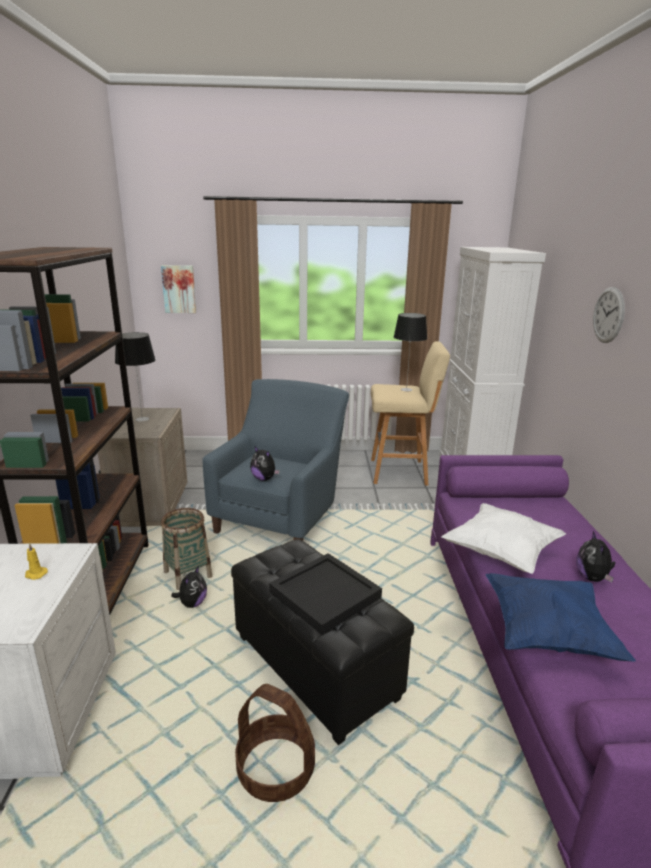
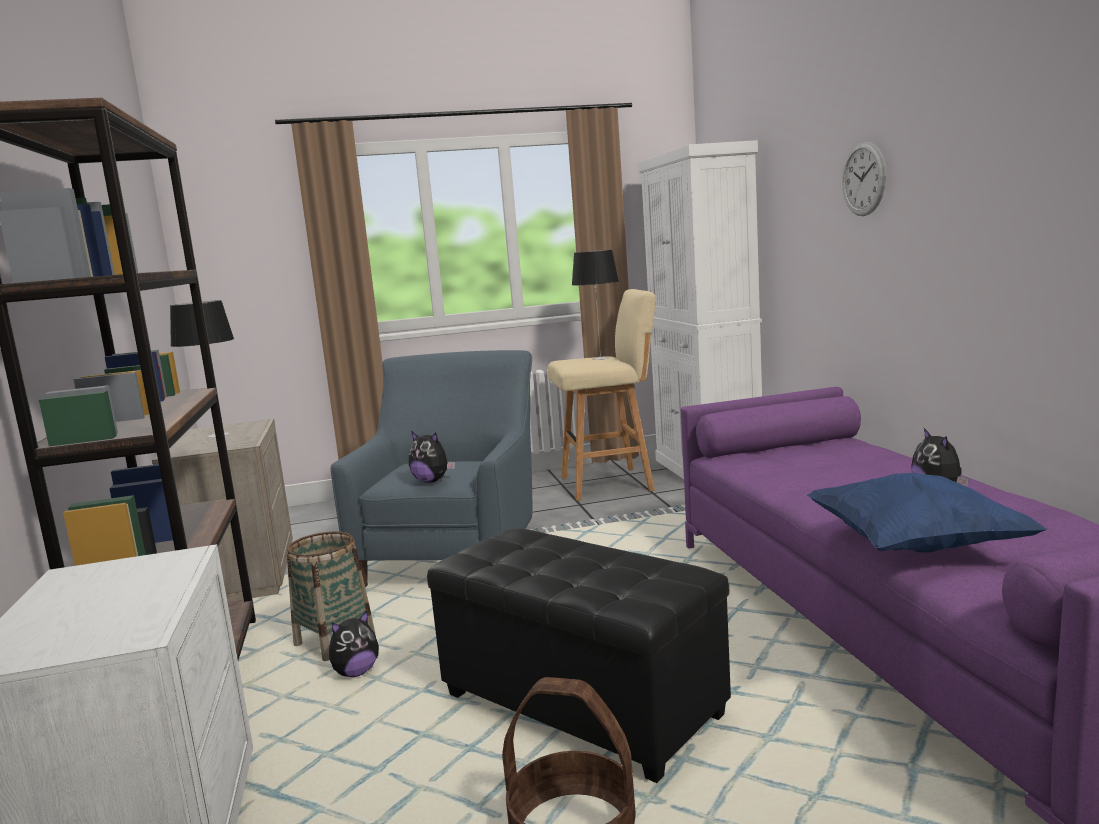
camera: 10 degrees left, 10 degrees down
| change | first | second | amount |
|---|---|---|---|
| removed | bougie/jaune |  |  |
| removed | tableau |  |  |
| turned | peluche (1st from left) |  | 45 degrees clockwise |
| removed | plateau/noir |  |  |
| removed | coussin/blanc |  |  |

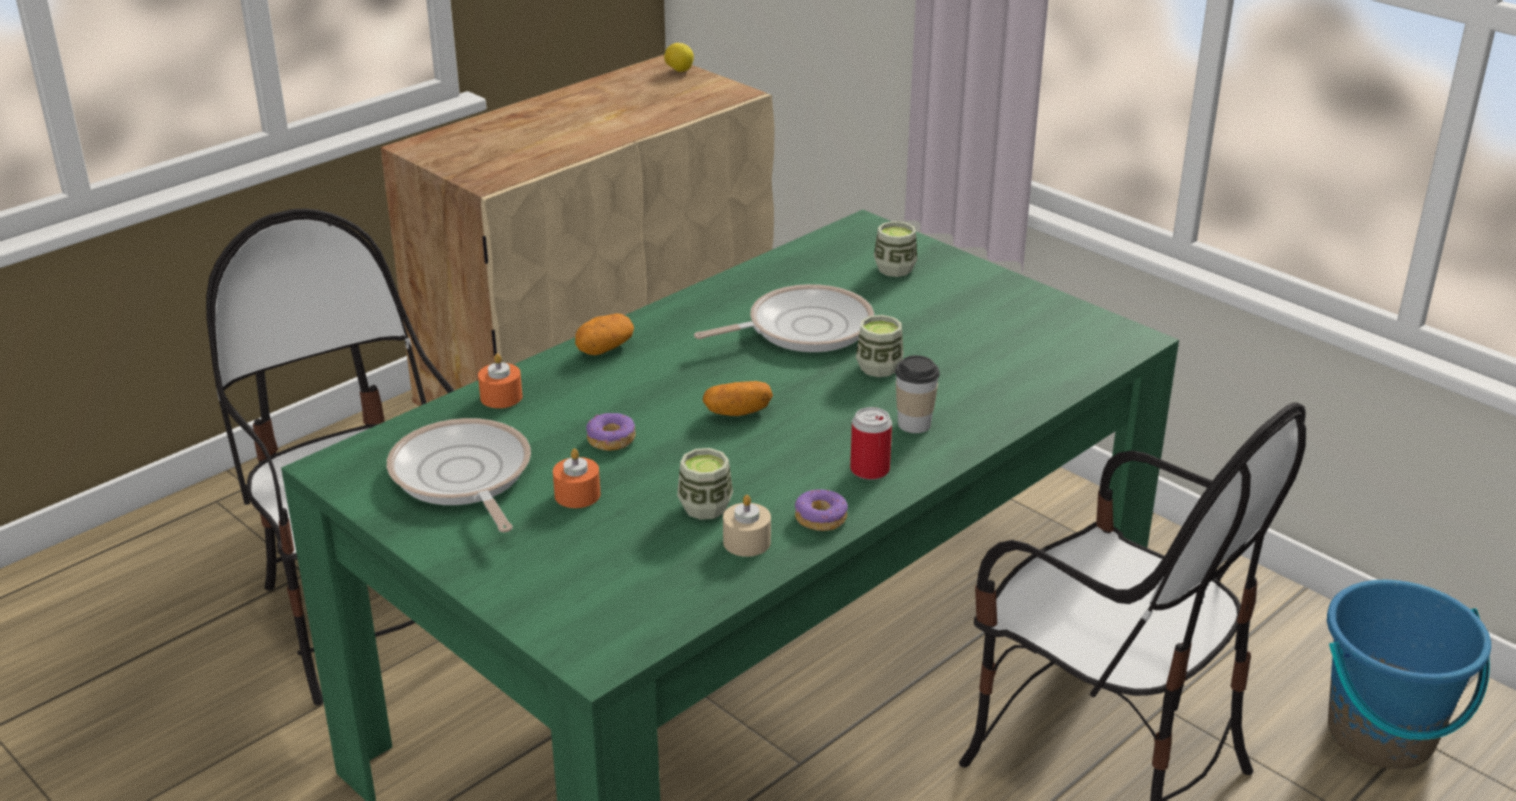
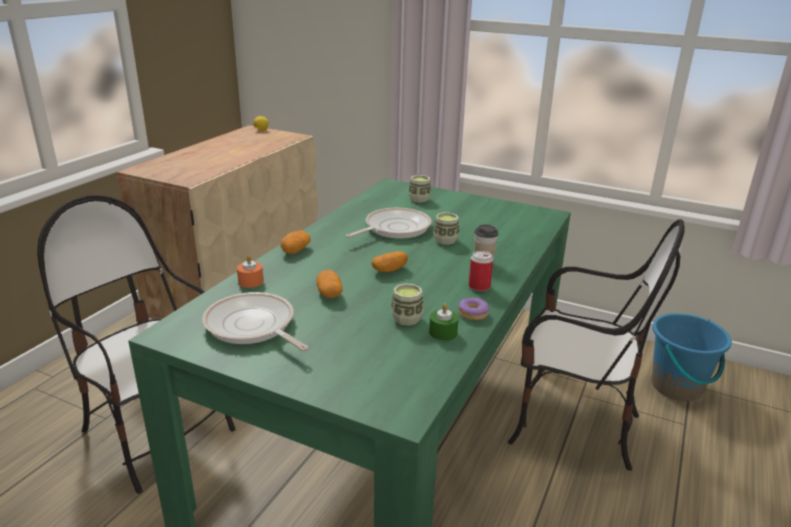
camera: 20 degrees left, 5 degrees down
| change | first | second | amount |
|---|---|---|---|
| removed | bougie/orange (2nd from left) |  |  |
| replaced | beignet (1st from left) | pomme de terre (2nd from left) |  |
| recoloured | bougie/beige | bougie/vert |  |

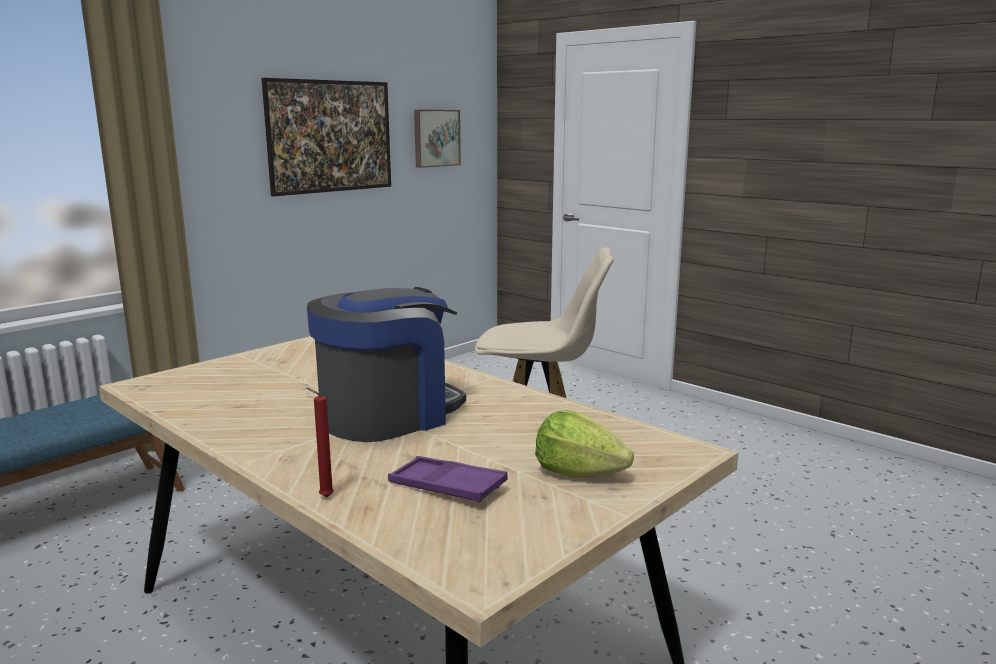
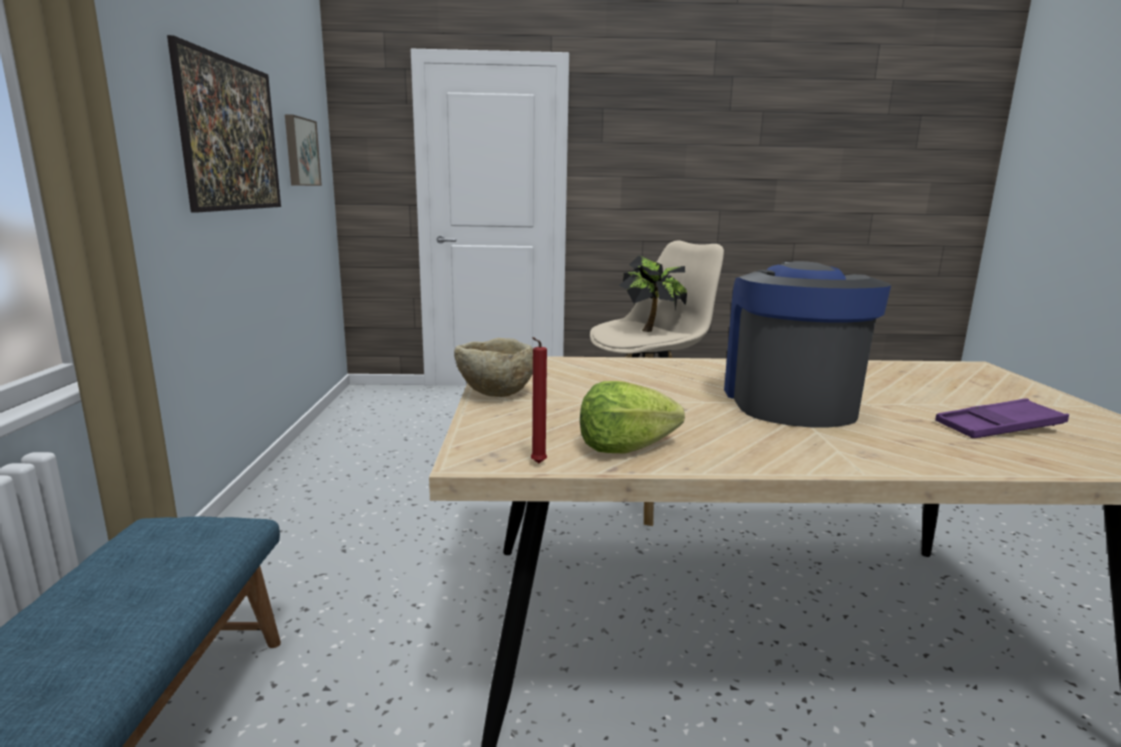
camera: 45 degrees left, 0 degrees up
| change | first | second | amount |
|---|---|---|---|
| moved | bougie/rouge |  |  |
| moved | laitue |  |  |
| added |  | bol/beige |  |
| added |  | plante en pot |  |

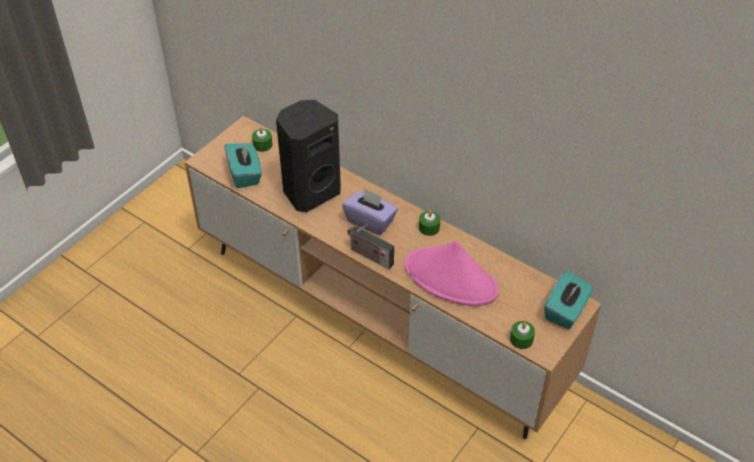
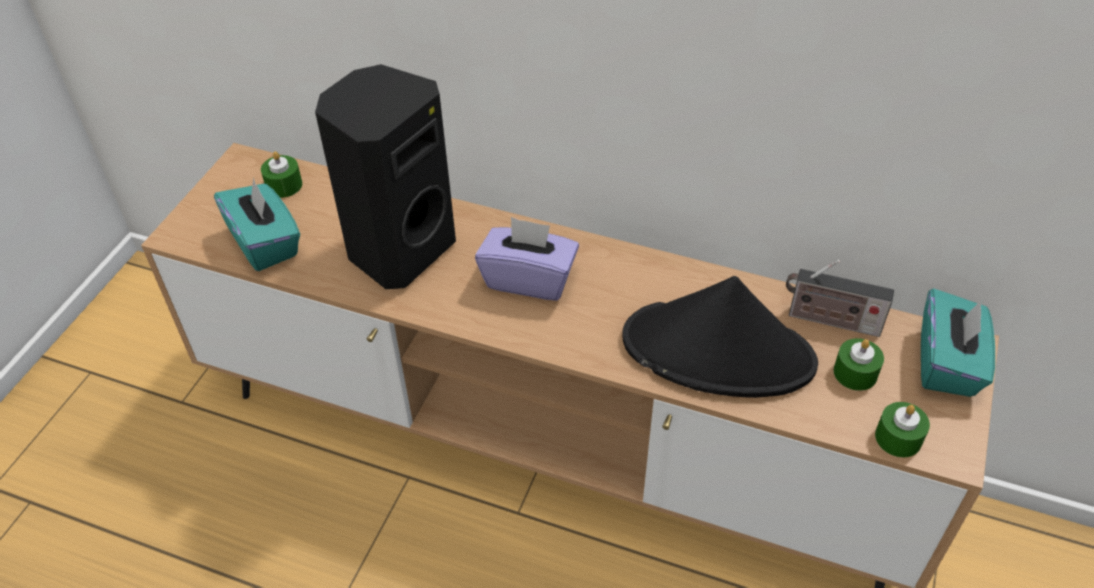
camera: 15 degrees left, 0 degrees up
| change | first | second | amount |
|---|---|---|---|
| moved | radio |  |  |
| recoloured | chapeau/rose | chapeau/noir |  |
| moved | bougie/vert (2nd from left) |  |  |

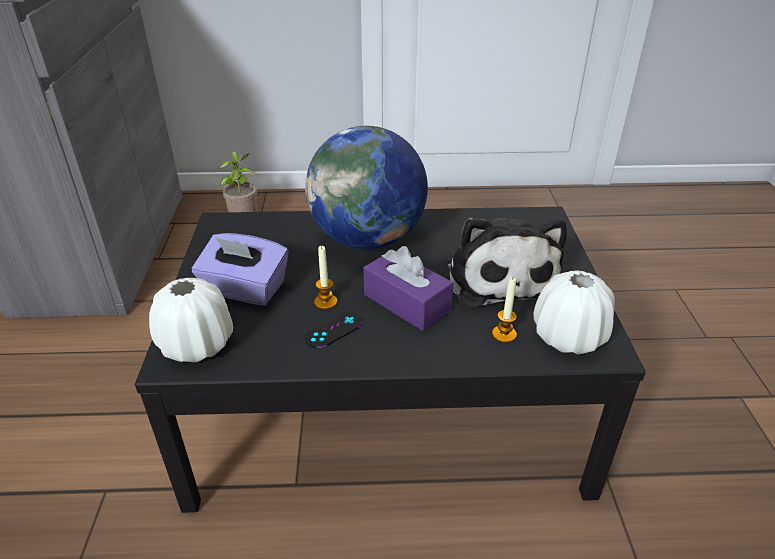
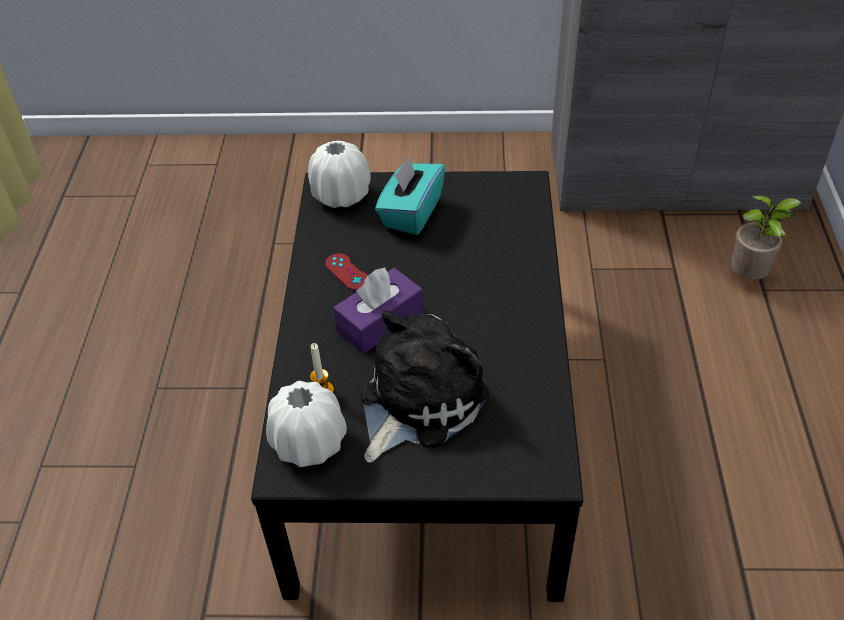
camera: 95 degrees right, 10 degrees up
| change | first | second | amount |
|---|---|---|---|
| recoloured | boîte à mouchoirs/violet (1st from left) | boîte à mouchoirs/turquoise |  |
| removed | globe |  |  |
| recoloured | manette/noir | manette/rouge |  |
| removed | bougie (1st from left) |  |  |
| turned | peluche |  | 135 degrees clockwise |

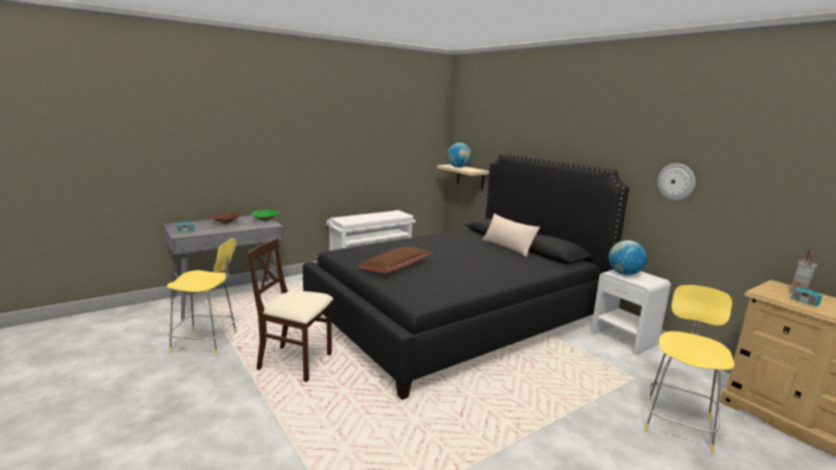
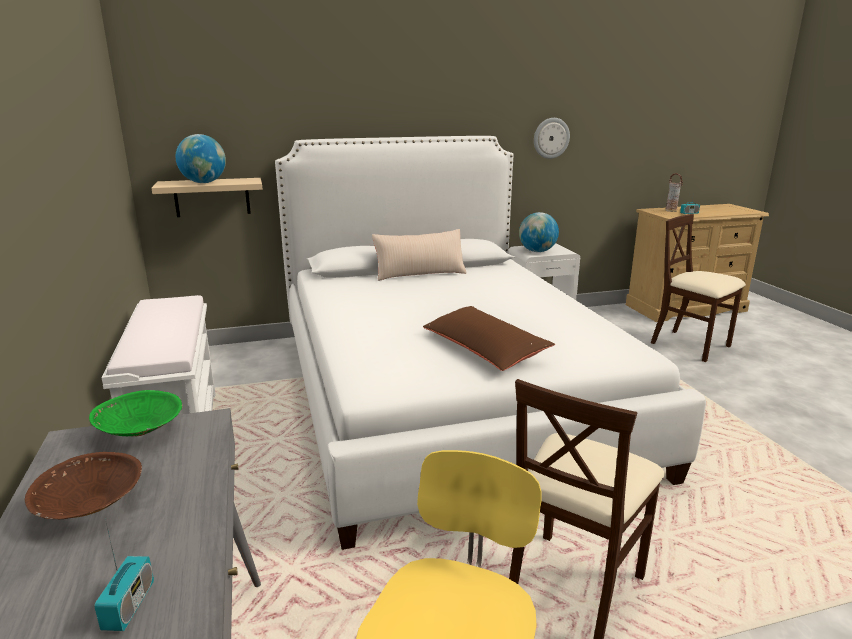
camera: 70 degrees left, 5 degrees up
| change | first | second | amount |
|---|---|---|---|
| recoloured | lit/noir | lit/blanc |  |
| replaced | tabouret/jaune (2nd from left) | chaise/beige (2nd from left) |  |

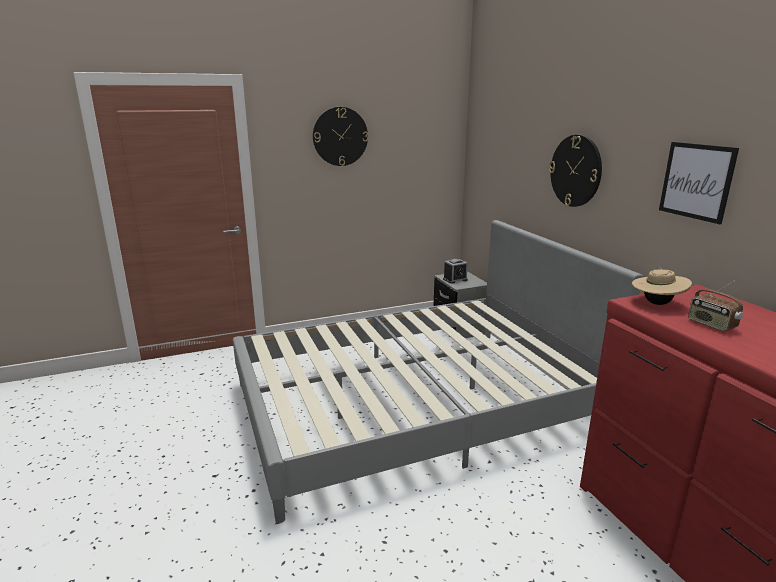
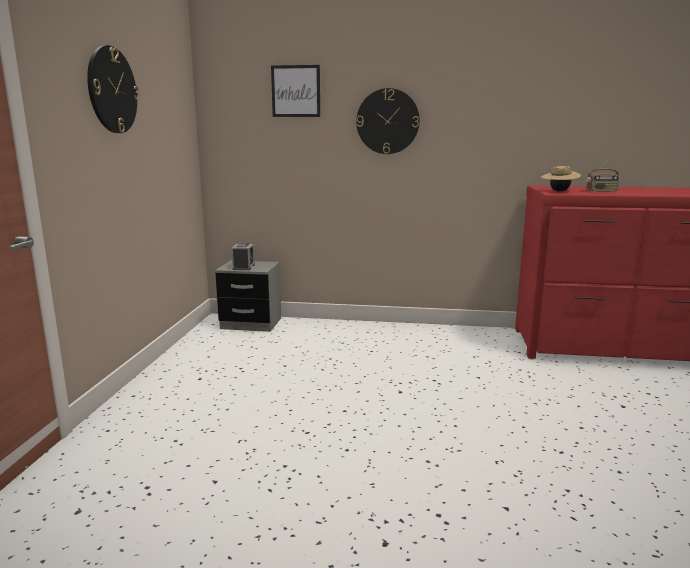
camera: 60 degrees left, 5 degrees down
| change | first | second | amount |
|---|---|---|---|
| removed | lit/gris |  |  |
| moved | tableau |  |  |

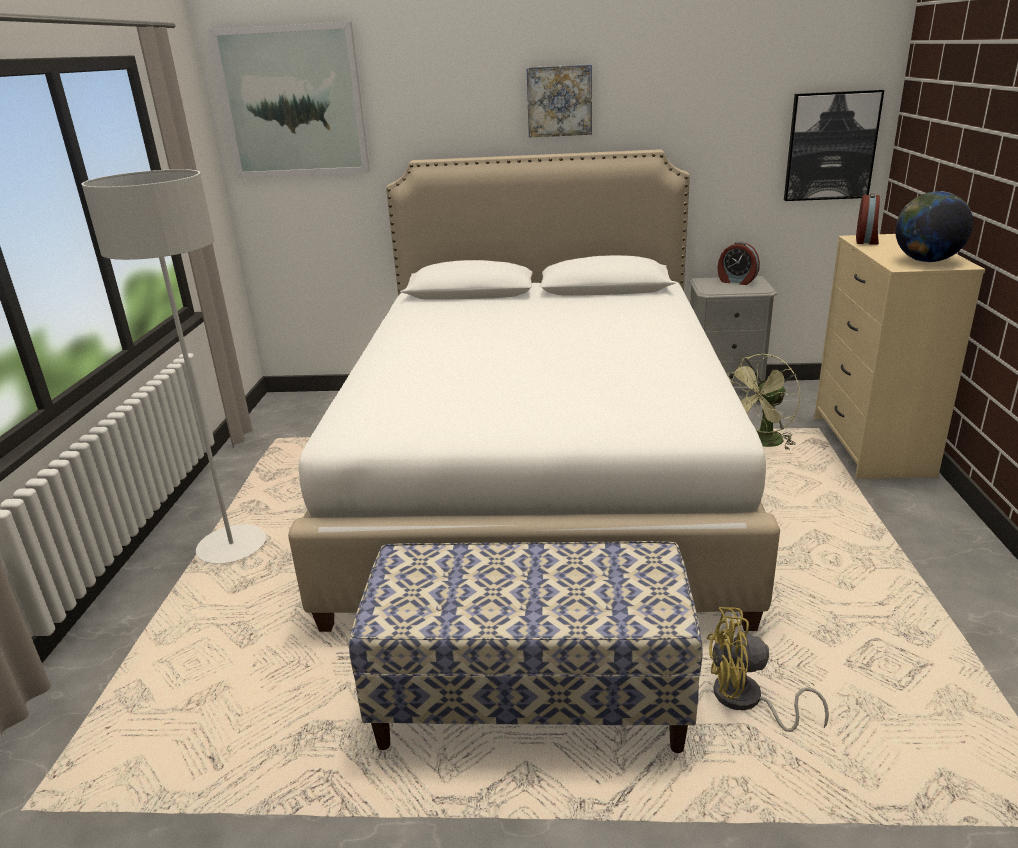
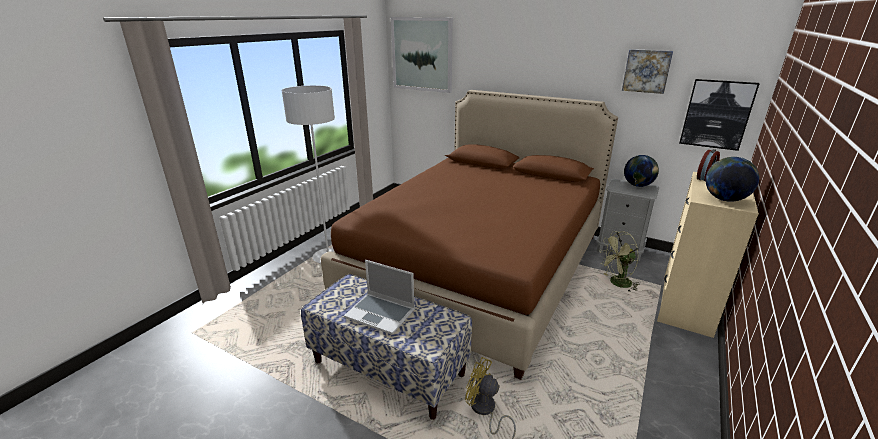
camera: 25 degrees right, 0 degrees up
| change | first | second | amount |
|---|---|---|---|
| recoloured | lit/blanc | lit/marron |  |
| moved | tableau (2nd from left) |  |  |
| replaced | réveil (1st from left) | globe (1st from left) |  |
| added |  | ordinateur portable |  |

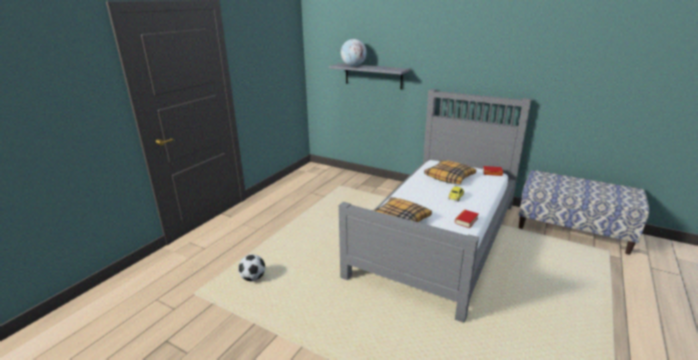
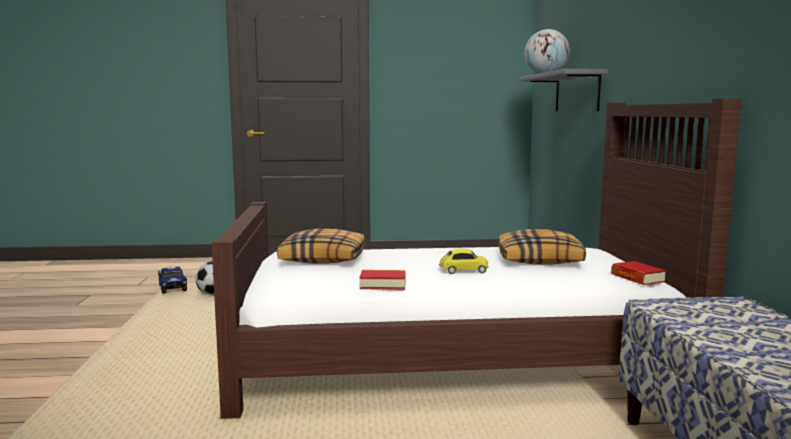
camera: 55 degrees right, 15 degrees down
| change | first | second | amount |
|---|---|---|---|
| recoloured | lit/gris | lit/marron |  |
| added |  | camion jouet |  |

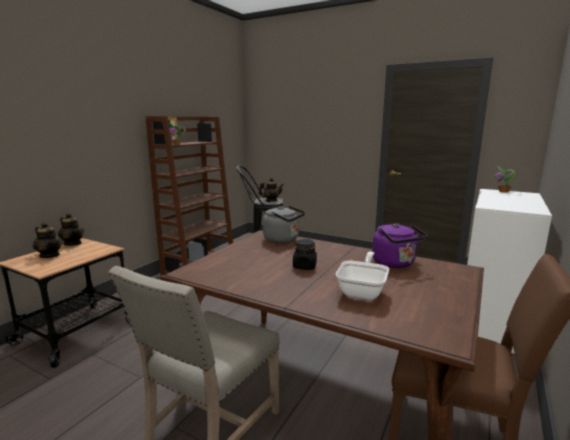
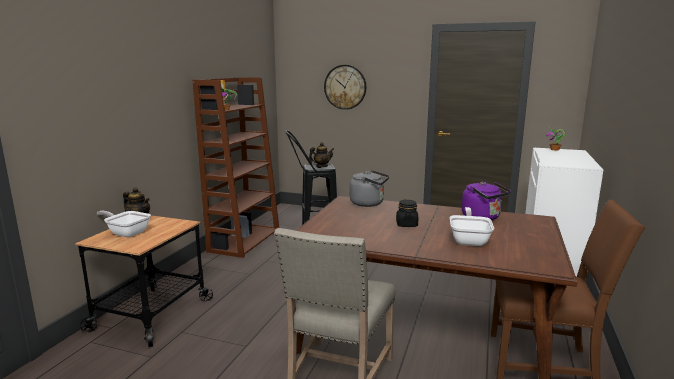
camera: 10 degrees left, 0 degrees up
| change | first | second | amount |
|---|---|---|---|
| replaced | théière (1st from left) | poêle (1st from left) |  |
| added |  | horloge murale |  |

